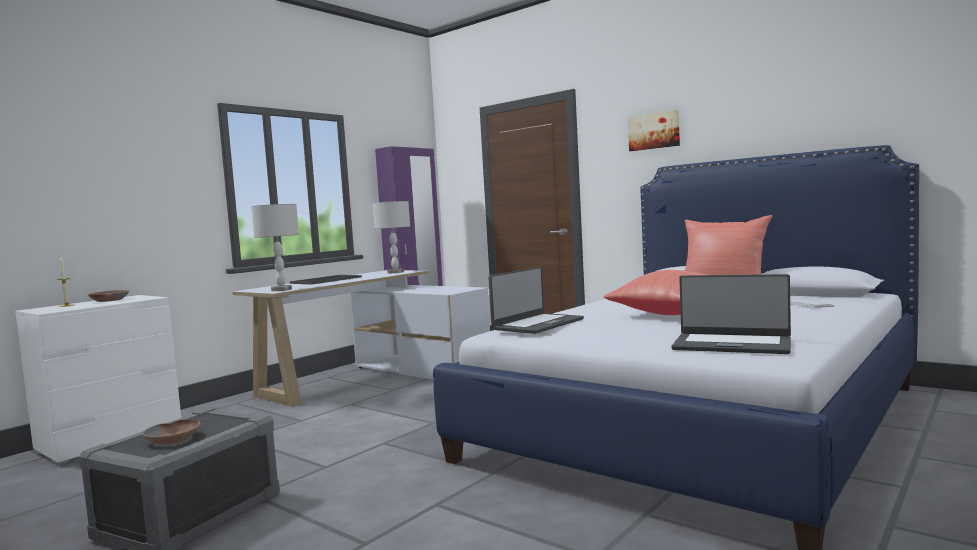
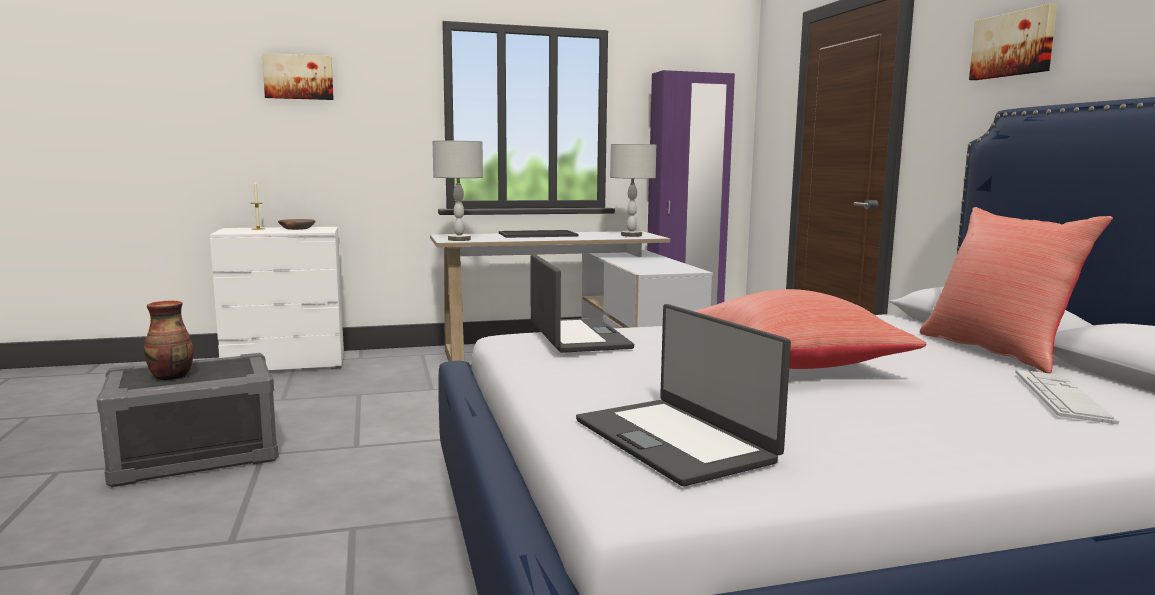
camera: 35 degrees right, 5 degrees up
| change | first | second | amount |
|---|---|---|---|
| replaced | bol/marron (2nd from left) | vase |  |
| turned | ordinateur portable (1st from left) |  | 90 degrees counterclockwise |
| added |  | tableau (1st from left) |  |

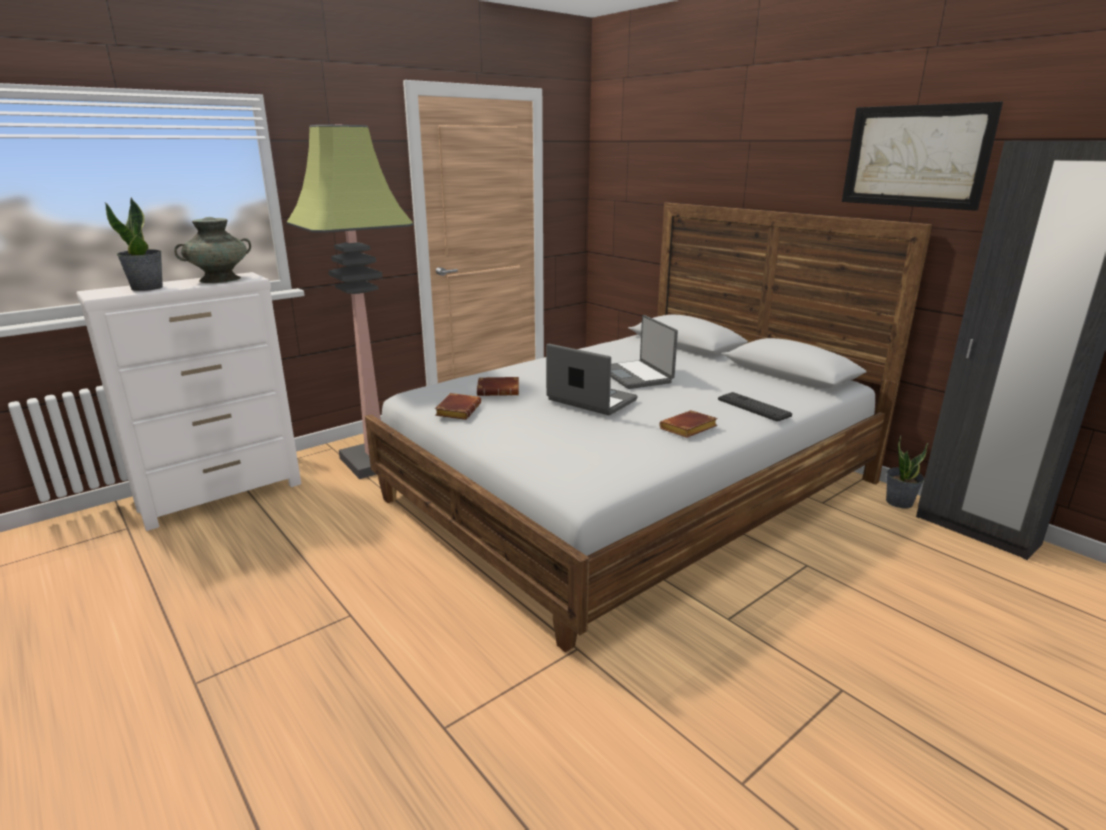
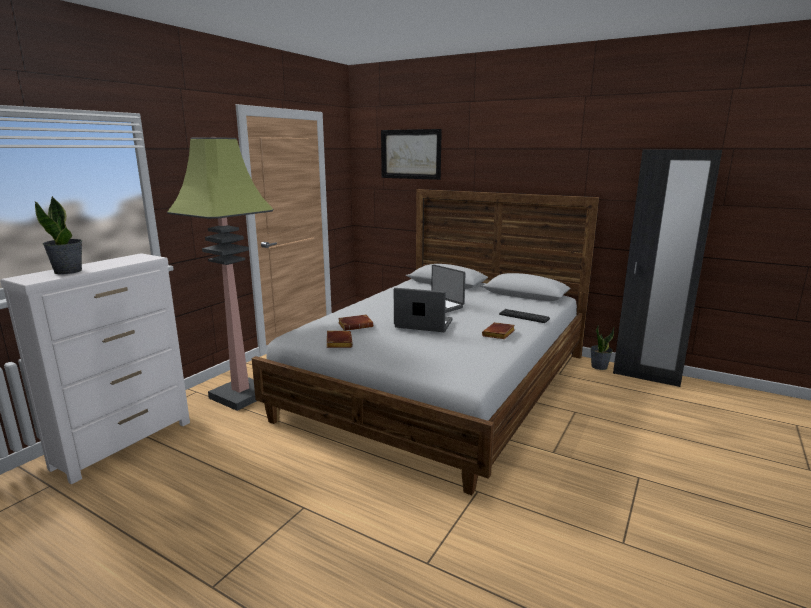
camera: 20 degrees left, 5 degrees down
| change | first | second | amount |
|---|---|---|---|
| removed | vase/turquoise |  |  |
| moved | tableau |  |  |

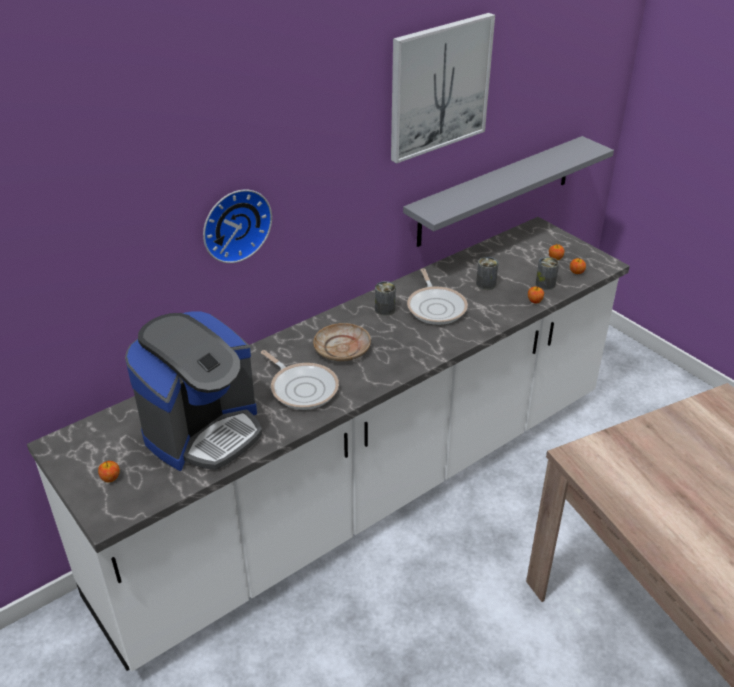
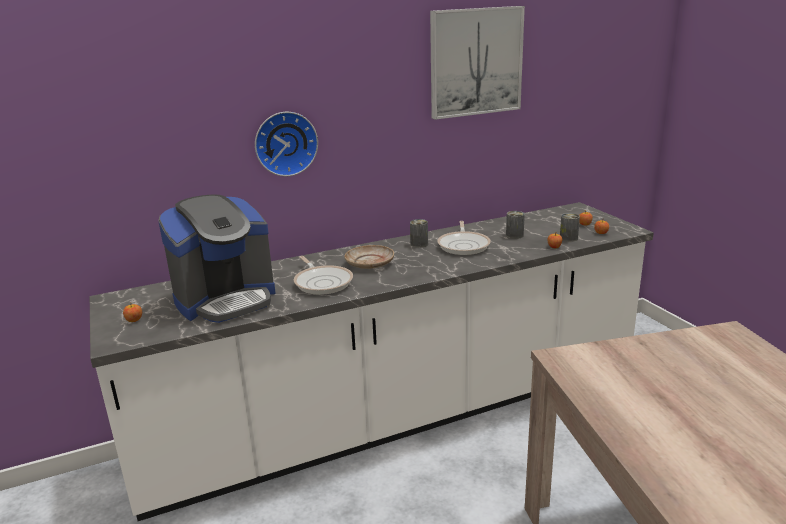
camera: 15 degrees right, 15 degrees down
| change | first | second | amount |
|---|---|---|---|
| removed | étagère/gris |  |  |

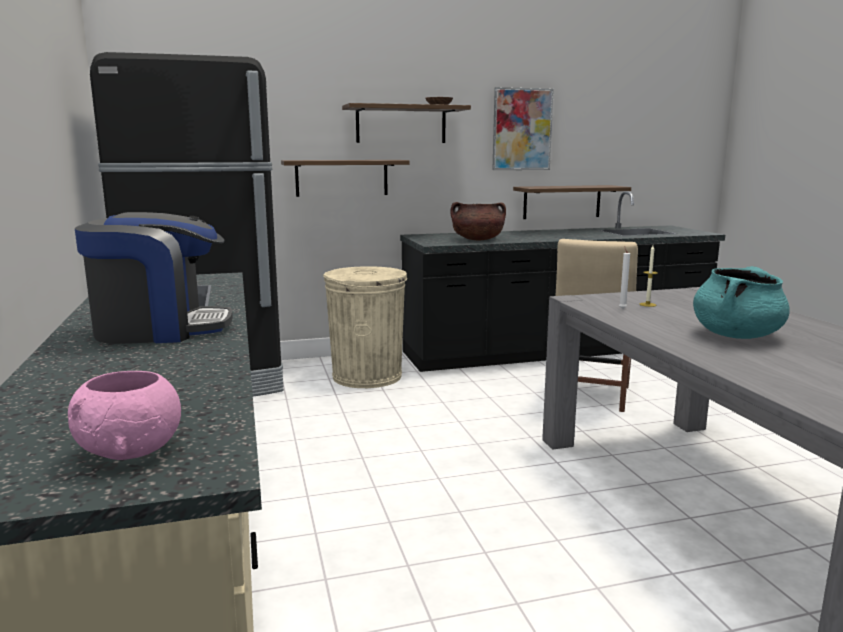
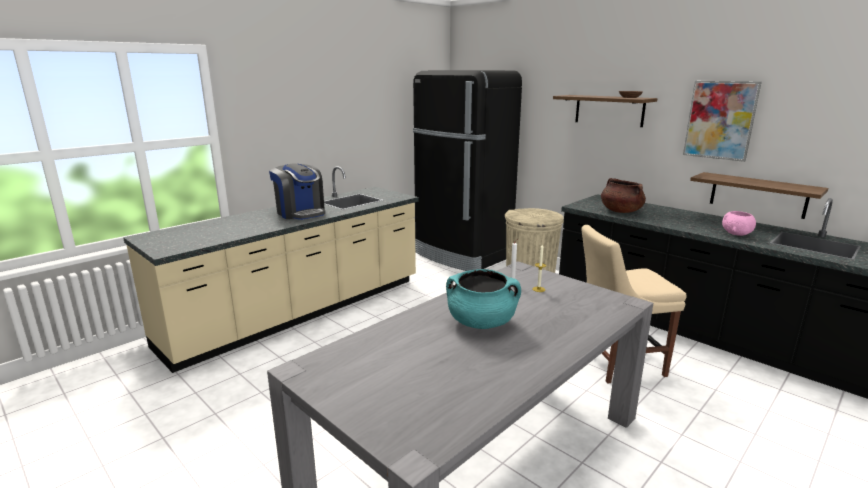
camera: 60 degrees right, 5 degrees up
| change | first | second | amount |
|---|---|---|---|
| moved | bol/rose |  |  |
| removed | étagère (1st from left) |  |  |

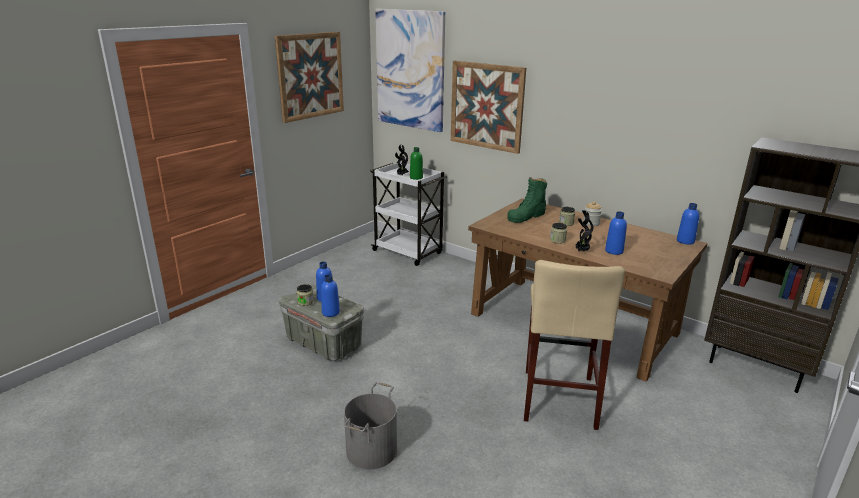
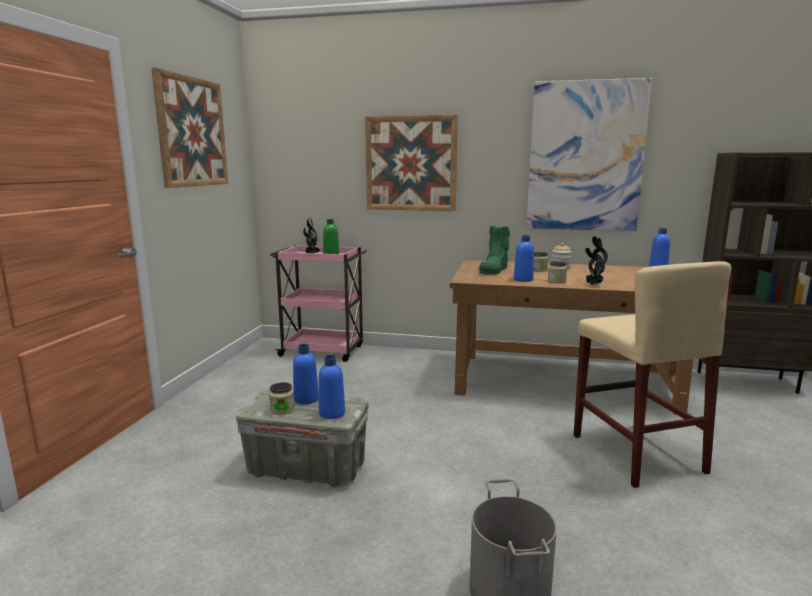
camera: 25 degrees left, 10 degrees down
| change | first | second | amount |
|---|---|---|---|
| recoloured | chariot/blanc | chariot/rose |  |
| moved | tableau (2nd from left in the first image) | tableau (3rd from left) |  |
| moved | bouteille/bleu (3rd from left) |  |  |

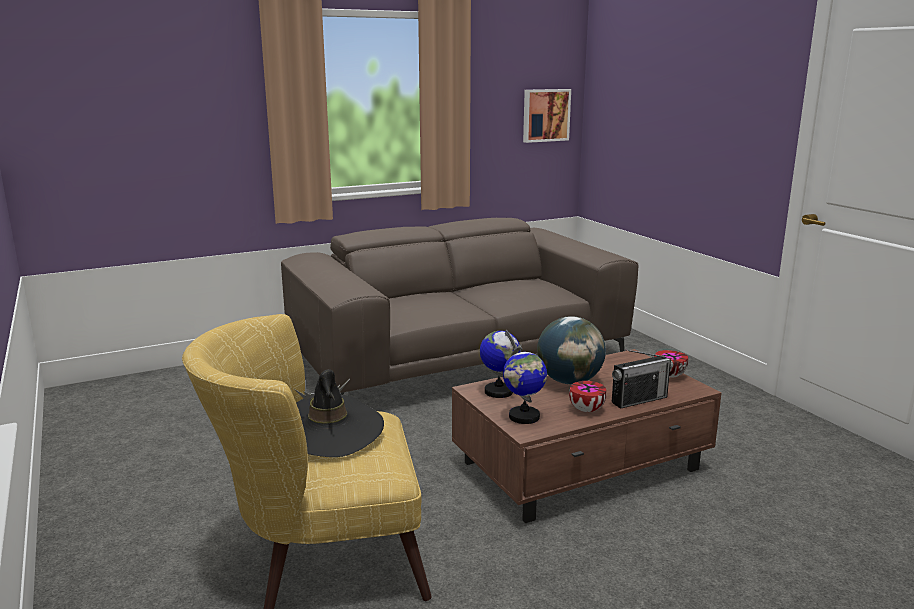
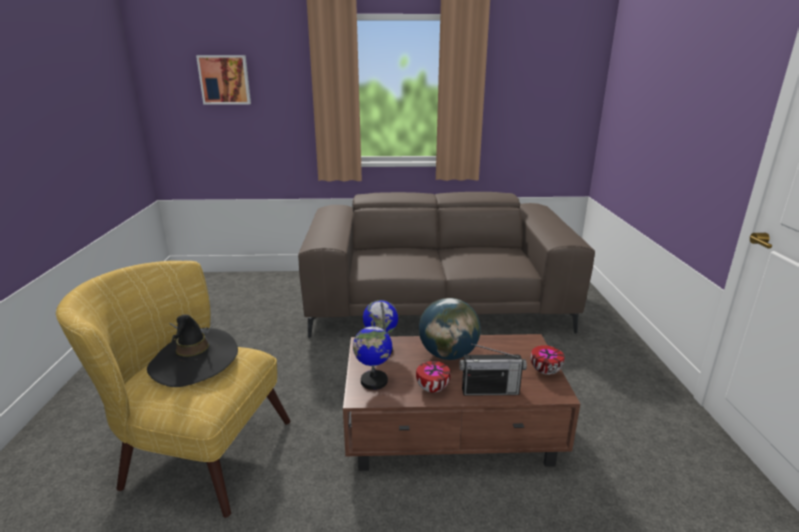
camera: 25 degrees right, 5 degrees up
| change | first | second | amount |
|---|---|---|---|
| moved | tableau |  |  |

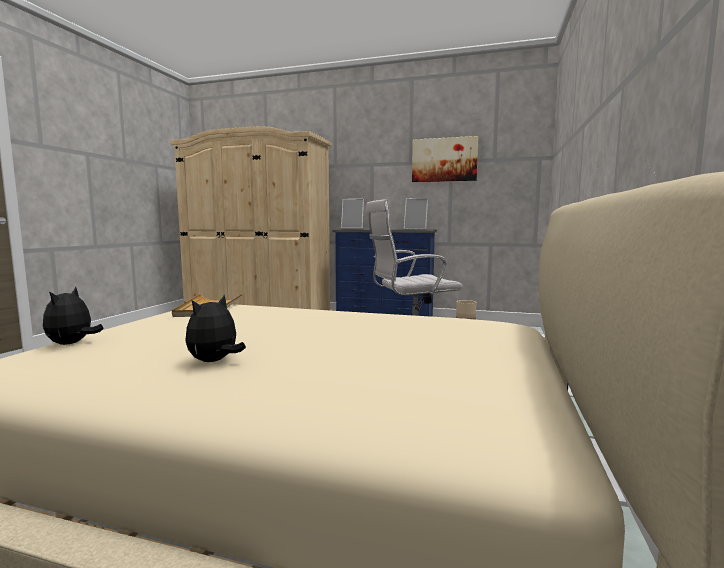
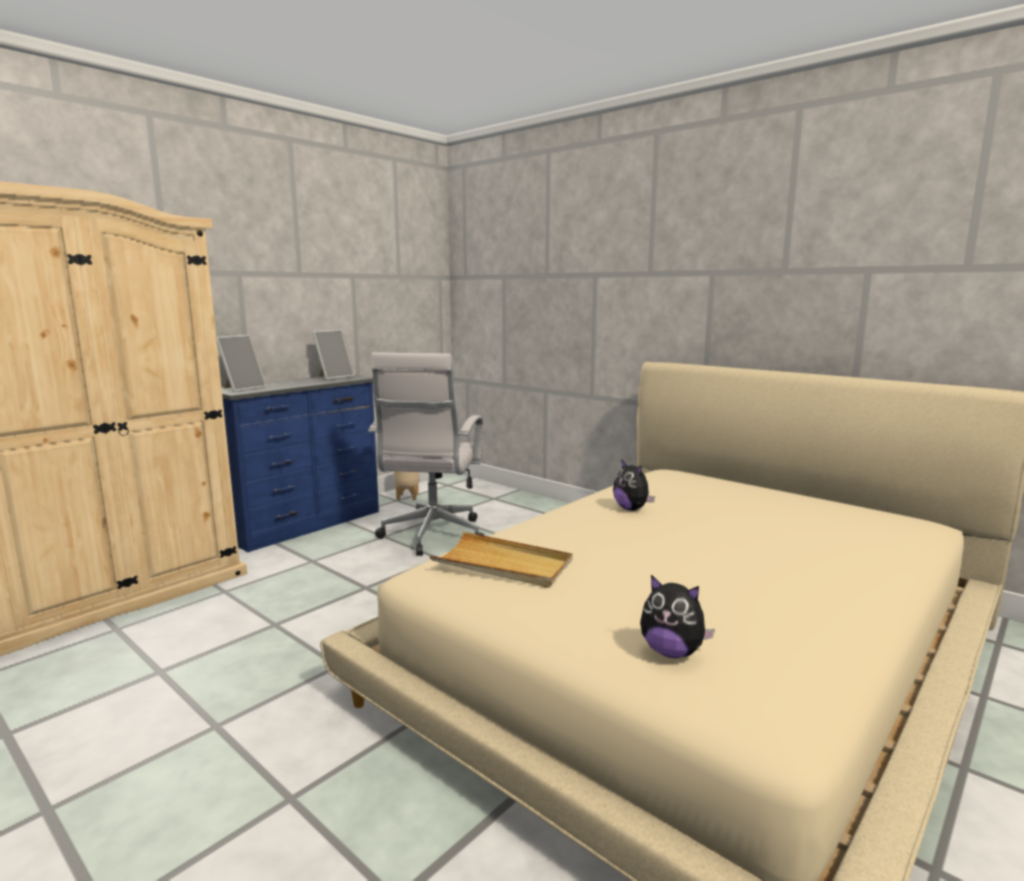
camera: 65 degrees left, 5 degrees up
| change | first | second | amount |
|---|---|---|---|
| moved | peluche (2nd from left in the first image) | peluche (1st from left) |  |
| removed | tableau |  |  |

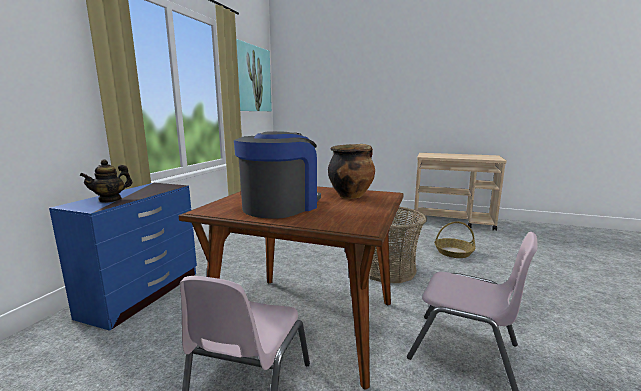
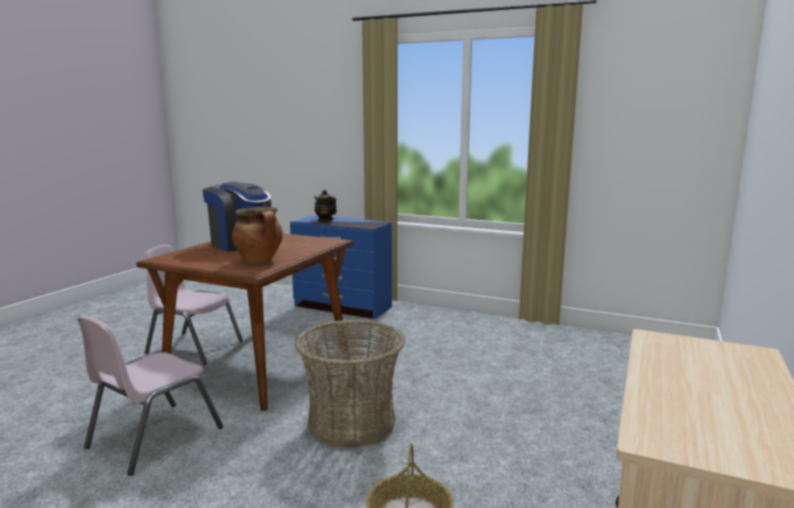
camera: 95 degrees right, 0 degrees up
| change | first | second | amount |
|---|---|---|---|
| removed | tableau |  |  |

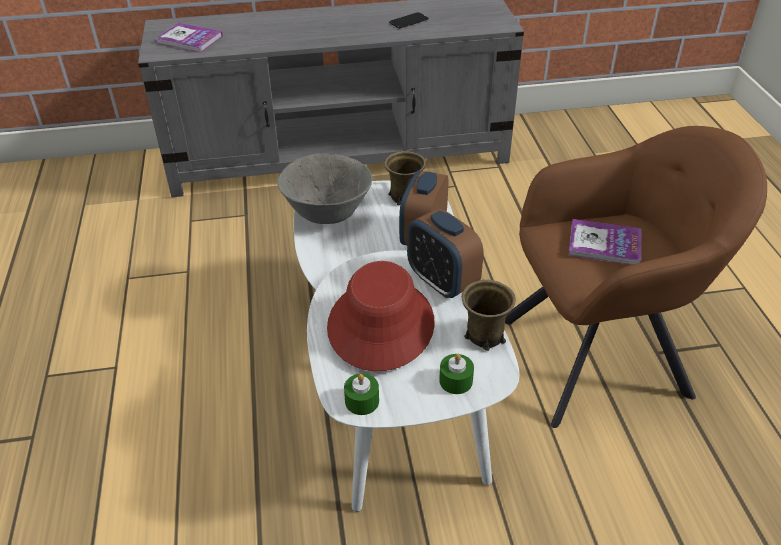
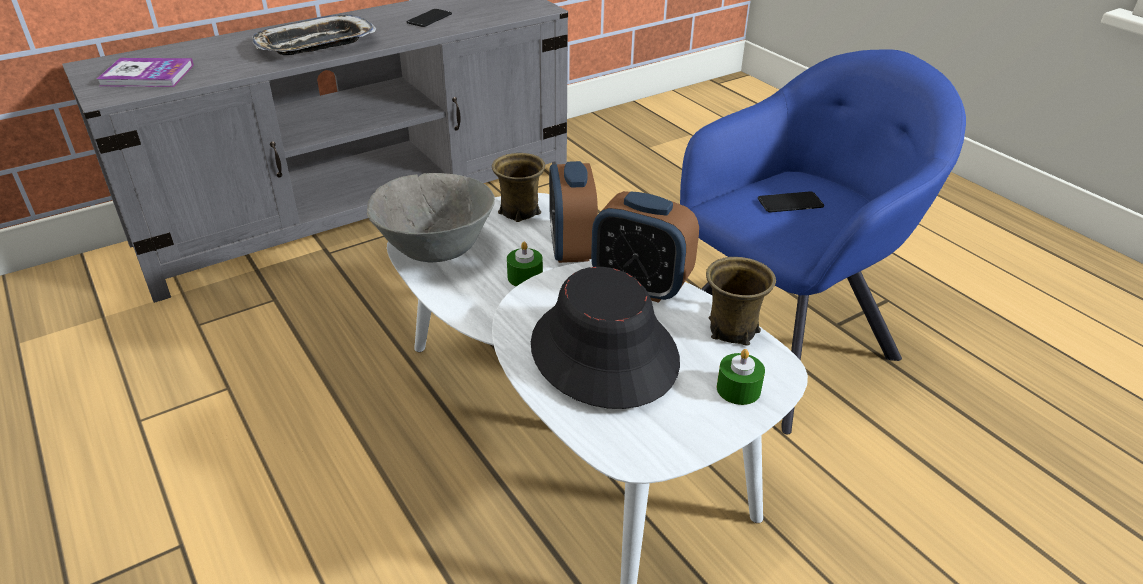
camera: 25 degrees left, 5 degrees down
| change | first | second | amount |
|---|---|---|---|
| recoloured | chapeau/rouge | chapeau/noir |  |
| moved | bougie/vert (1st from left) |  |  |
| recoloured | fauteuil/marron | fauteuil/bleu |  |
| replaced | livre (2nd from left) | téléphone (2nd from left) |  |
| added |  | plateau |  |

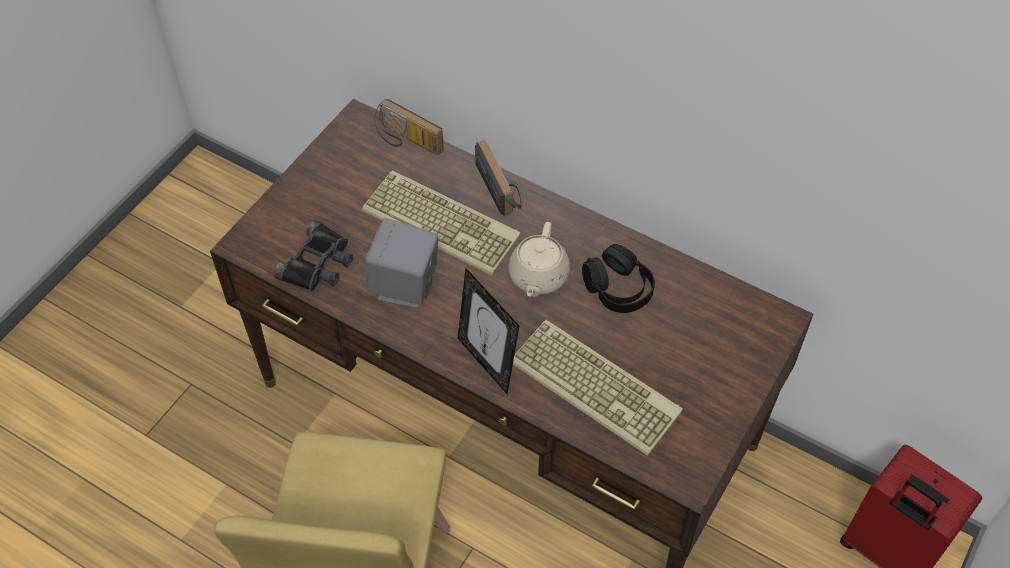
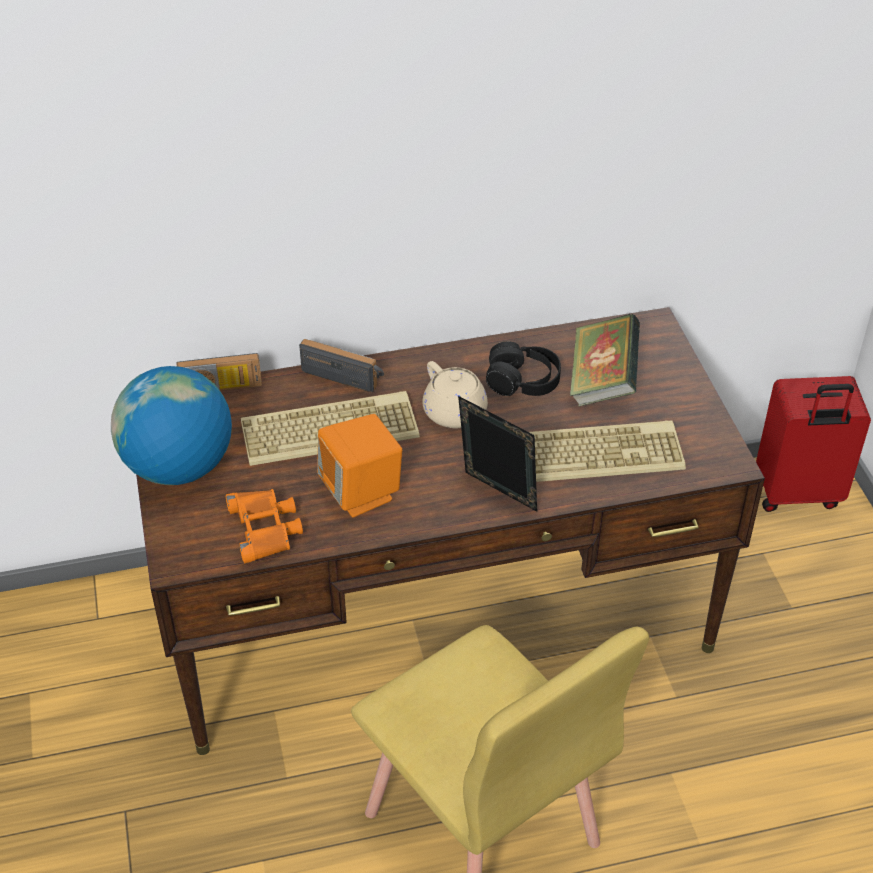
camera: 45 degrees left, 10 degrees down
| change | first | second | amount |
|---|---|---|---|
| recoloured | jumelles/noir | jumelles/orange |  |
| recoloured | enceinte/gris | enceinte/orange |  |
| turned | cadre photo |  | 150 degrees counterclockwise |
| added |  | globe |  |
| added |  | livre |  |

